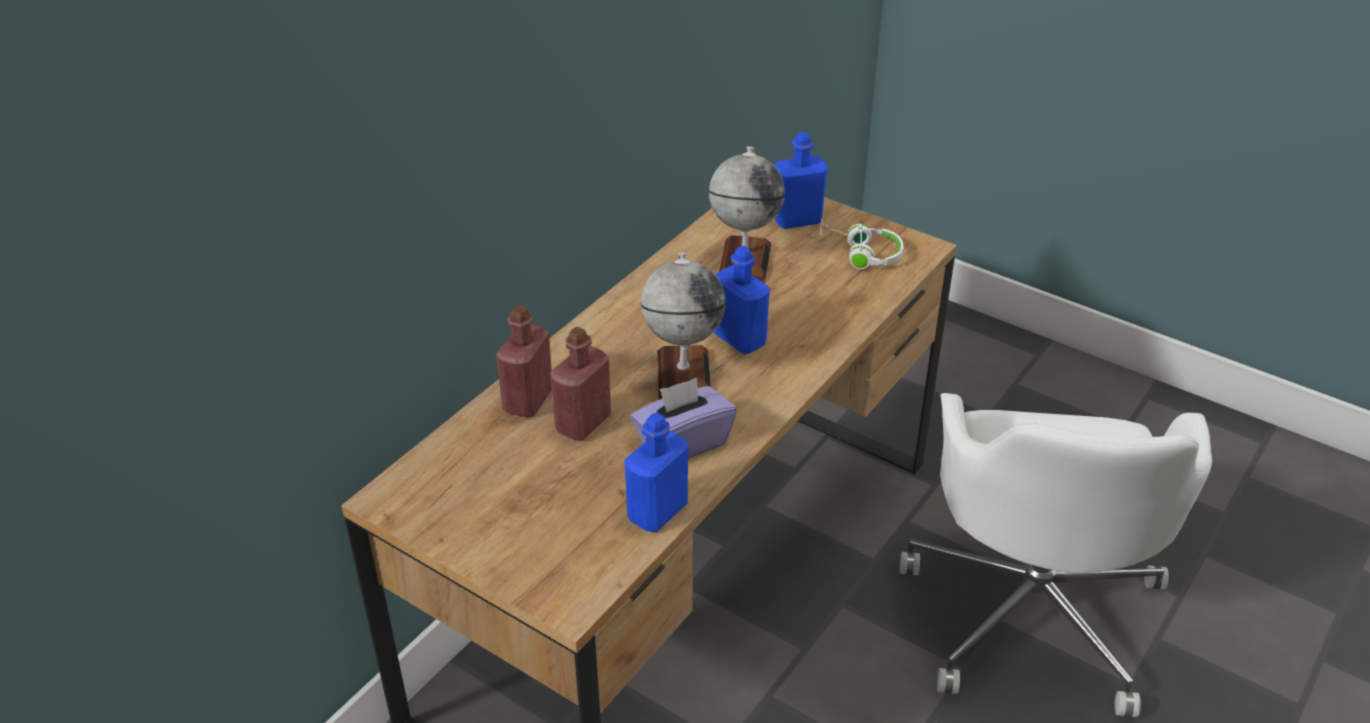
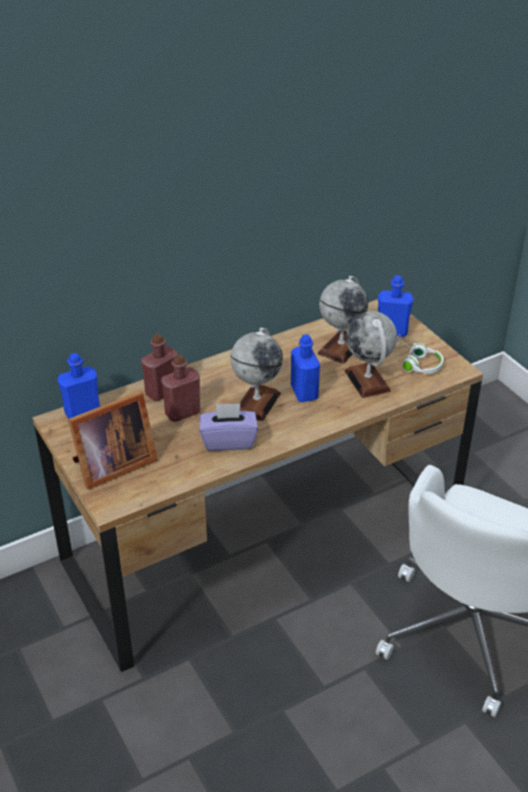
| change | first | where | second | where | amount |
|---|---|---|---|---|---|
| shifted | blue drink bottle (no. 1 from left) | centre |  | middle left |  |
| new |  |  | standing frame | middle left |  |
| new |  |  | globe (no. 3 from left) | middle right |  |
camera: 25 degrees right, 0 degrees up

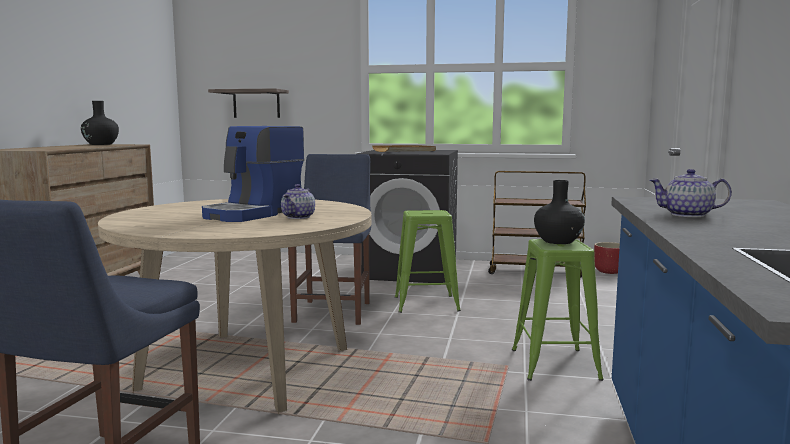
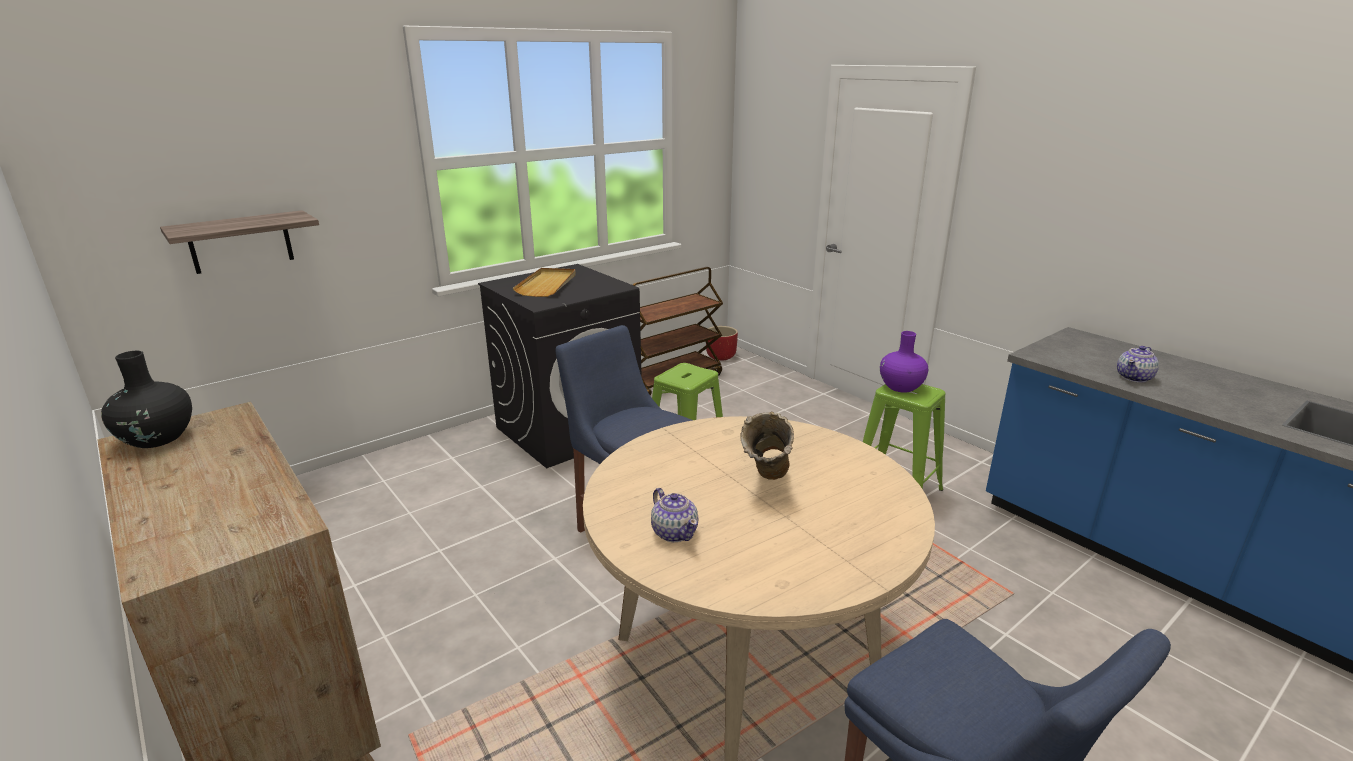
| change | first | where | second | where | amount |
|---|---|---|---|---|---|
| shifted | teapot (no. 1 from left) | centre |  | bottom centre |  |
| swapped | coffee brewer | middle left | beige-coloured flower vase | centre |  |
| repainted | black-coloured flower vase (no. 2 from left) | middle right | purple flower vase | middle right |  |
camera: 50 degrees left, 15 degrees up

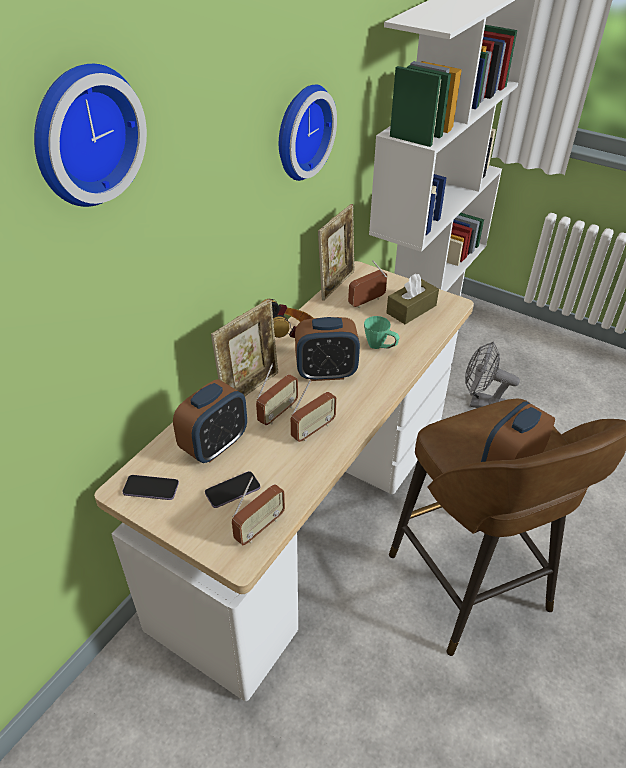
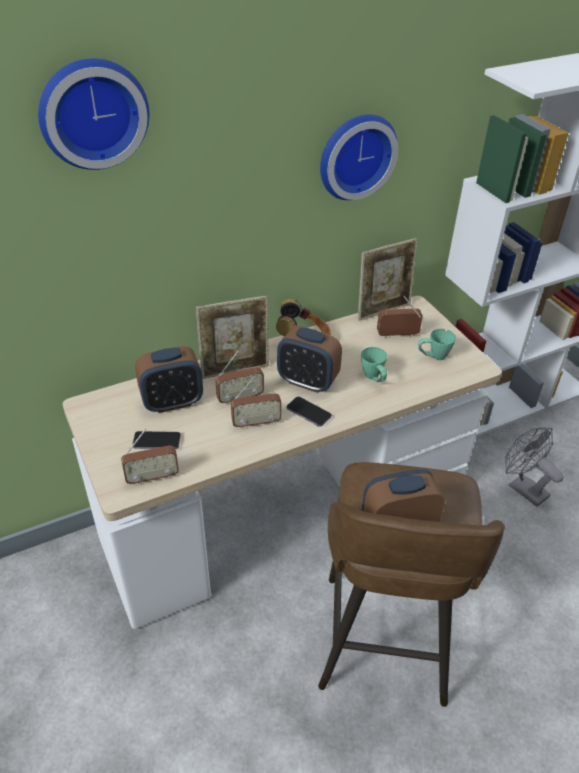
| change | first | where | second | where | amount |
|---|---|---|---|---|---|
| shifted | handset (no. 1 from left in the first image) | middle left | handset (no. 2 from left) | centre |  |
| swapped | brown tissue box | centre | green-coloured mug (no. 2 from left) | middle right |  |
camera: 30 degrees right, 0 degrees up

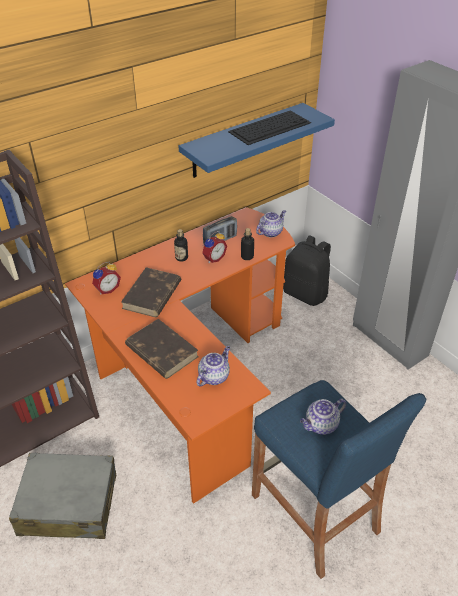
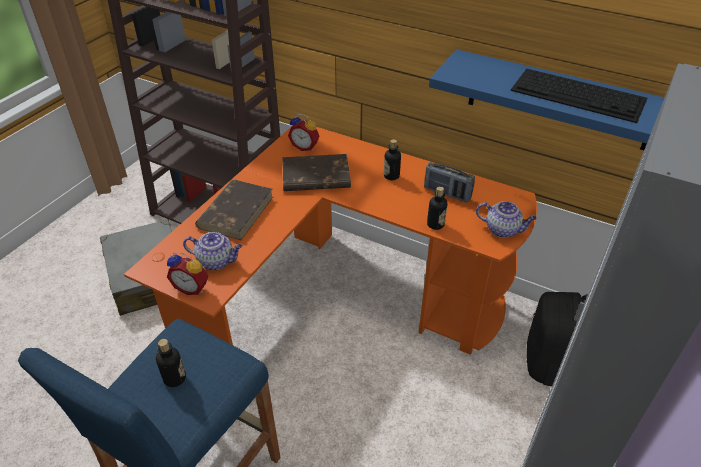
| change | first | where | second | where | amount |
|---|---|---|---|---|---|
| swapped | teapot (no. 3 from left) | bottom right | drink bottle (no. 1 from left) | bottom left |  |
| shifted | alarm clock (no. 2 from left in the first image) | centre | alarm clock (no. 1 from left) | middle left |  |
camera: 65 degrees right, 0 degrees up

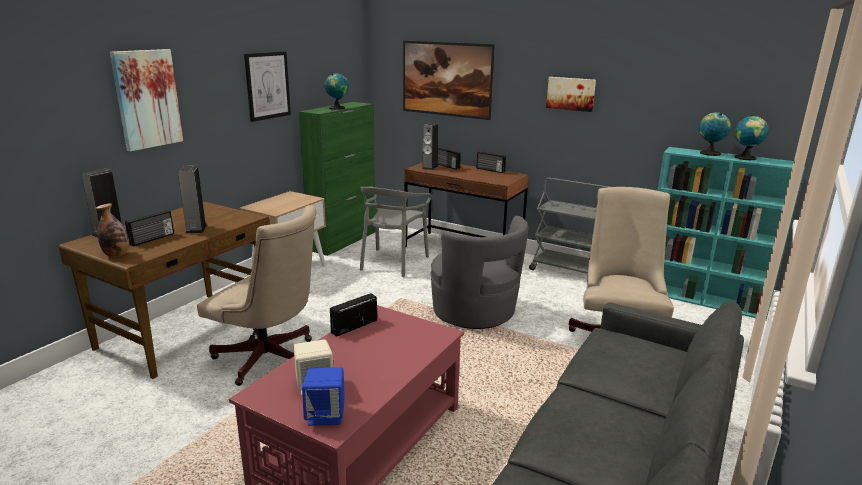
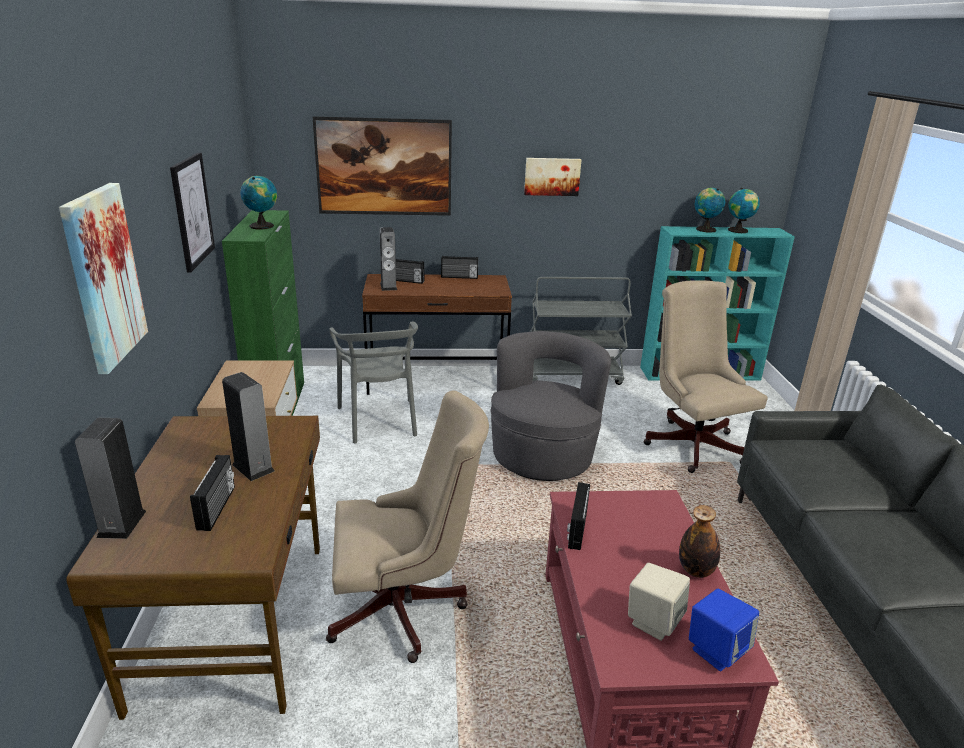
| change | first | where | second | where | amount |
|---|---|---|---|---|---|
| rotated | greyish armchair | centre |  | centre | 90 degrees counterclockwise |
| shifted | drink bottle | middle left |  | bottom right |  |
camera: 35 degrees left, 5 degrees up

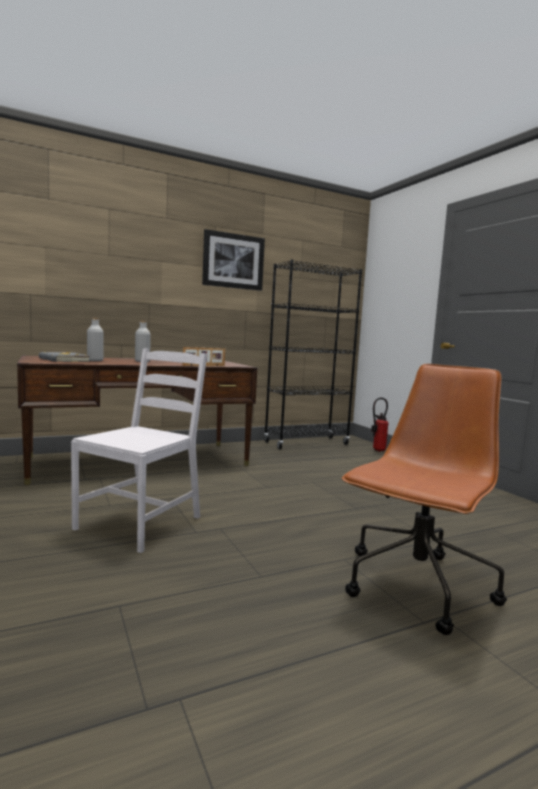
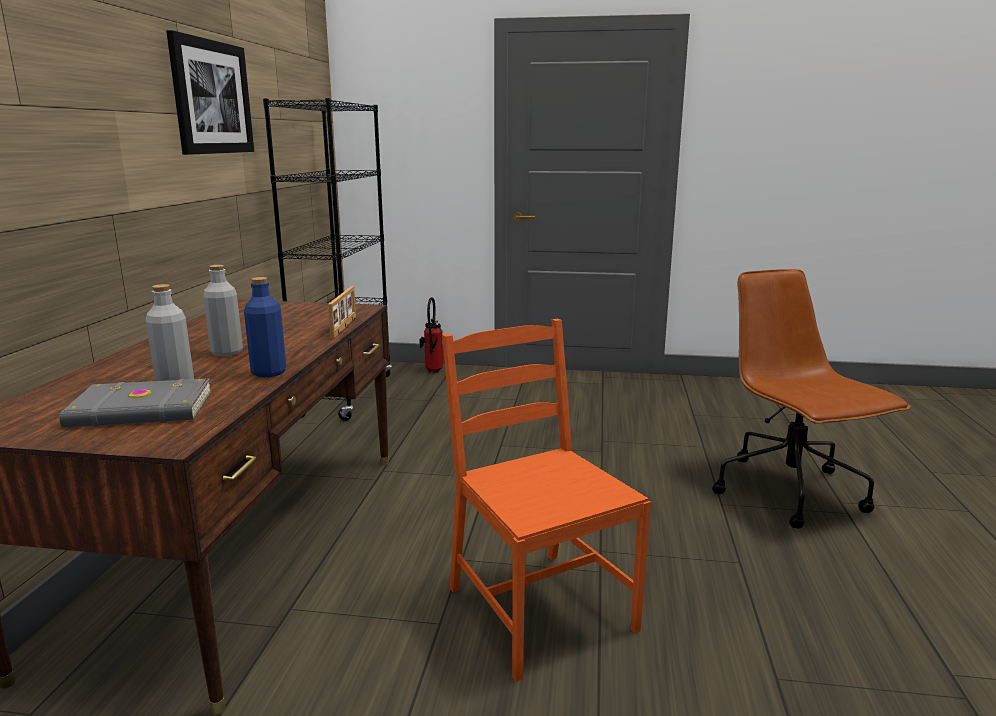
| change | first | where | second | where | amount |
|---|---|---|---|---|---|
| new |  |  | blue drink bottle | middle left |  |
| repainted | whitish plain chair | middle left | orange-coloured plain chair | bottom centre |  |
camera: 55 degrees left, 10 degrees up

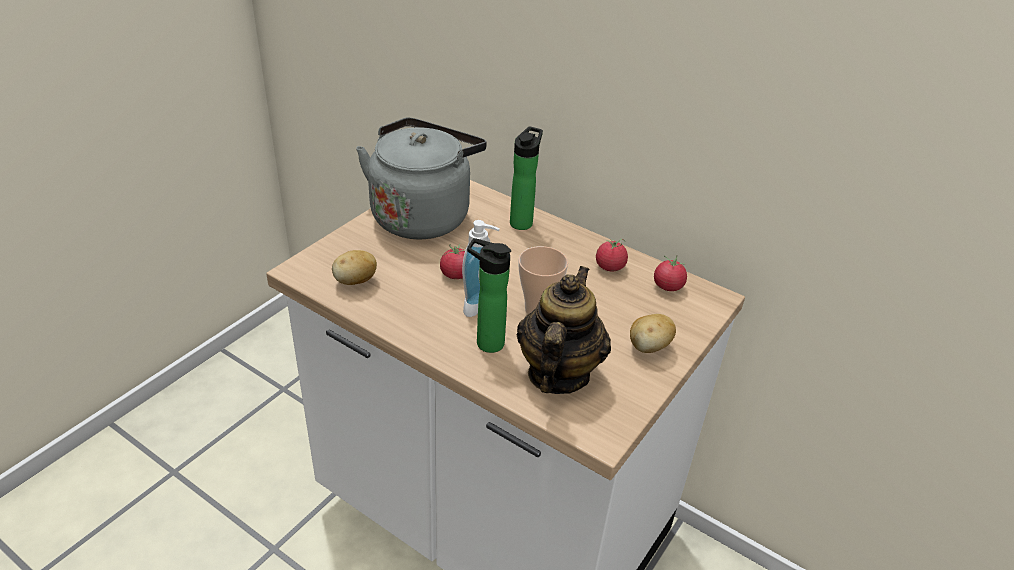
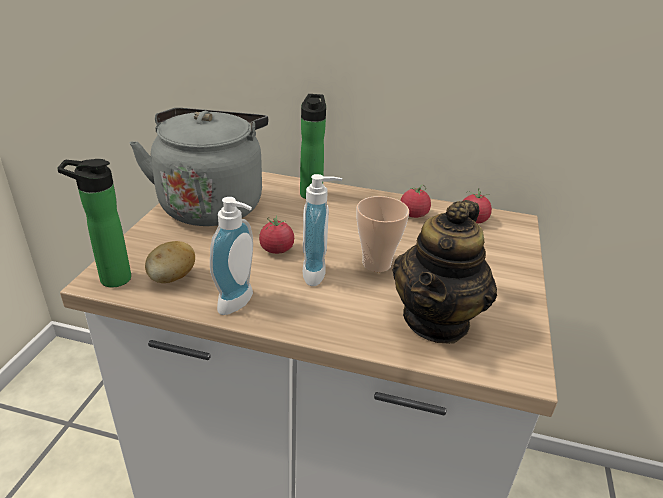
| change | first | where | second | where | amount |
|---|---|---|---|---|---|
| shifted | drink bottle (no. 1 from left) | centre |  | middle left |  |
| new |  |  | soap bottle (no. 1 from left) | centre |  |
| rotated | teapot | centre |  | middle right | 150 degrees counterclockwise |
| gone | whole potato (no. 2 from left) | centre |  |  |  |
camera: 20 degrees left, 5 degrees down

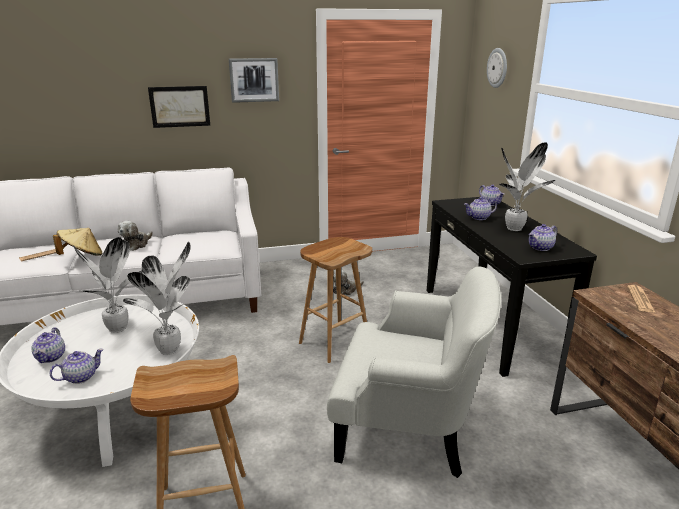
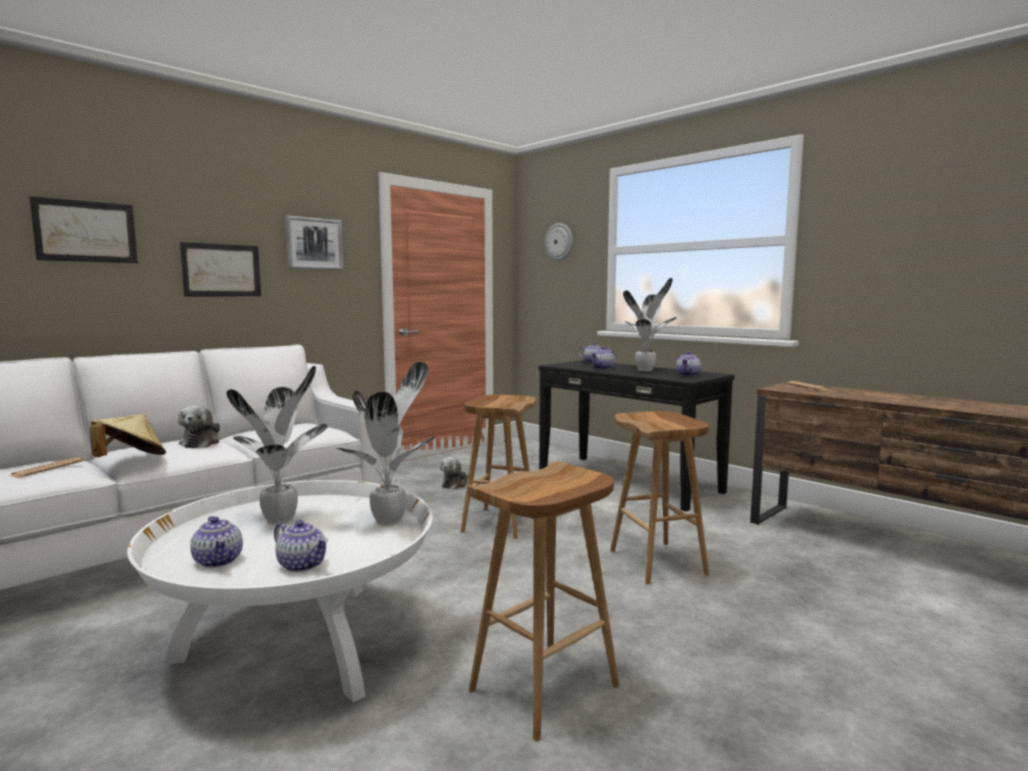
| change | first | where | second | where | amount |
|---|---|---|---|---|---|
| new |  |  | picture (no. 1 from left) | top left |  |
| rotated | teapot (no. 2 from left) | bottom left |  | bottom left | 105 degrees clockwise |
| swapped | whitish armchair | bottom centre | brown stool (no. 3 from left) | centre |  |
camera: 30 degrees left, 15 degrees down

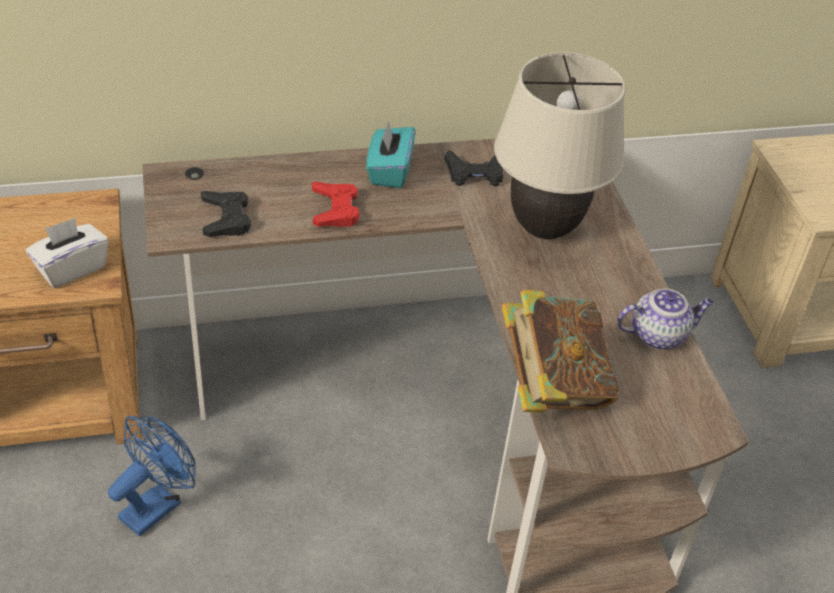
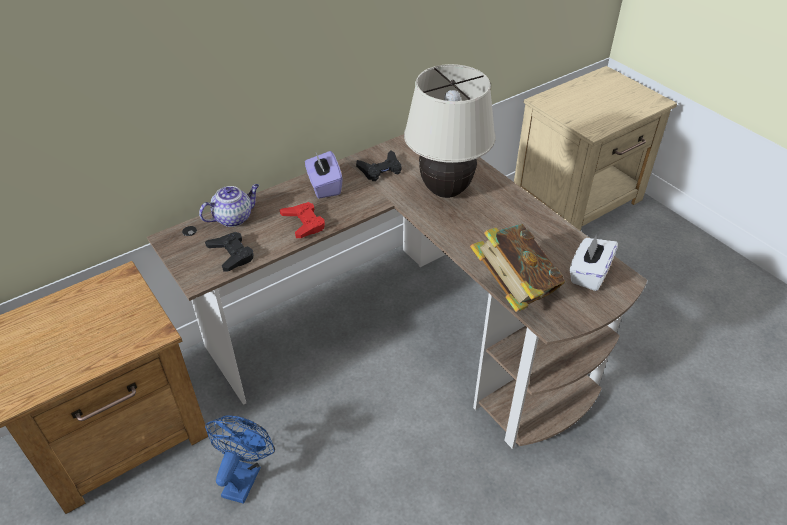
| change | first | where | second | where | amount |
|---|---|---|---|---|---|
| shifted | teapot | middle right |  | middle left |  |
| repainted | blue-green tissue box | top centre | purple tissue box | centre |  |
| shifted | whitish tissue box | middle left |  | middle right |  |
camera: 20 degrees left, 0 degrees up

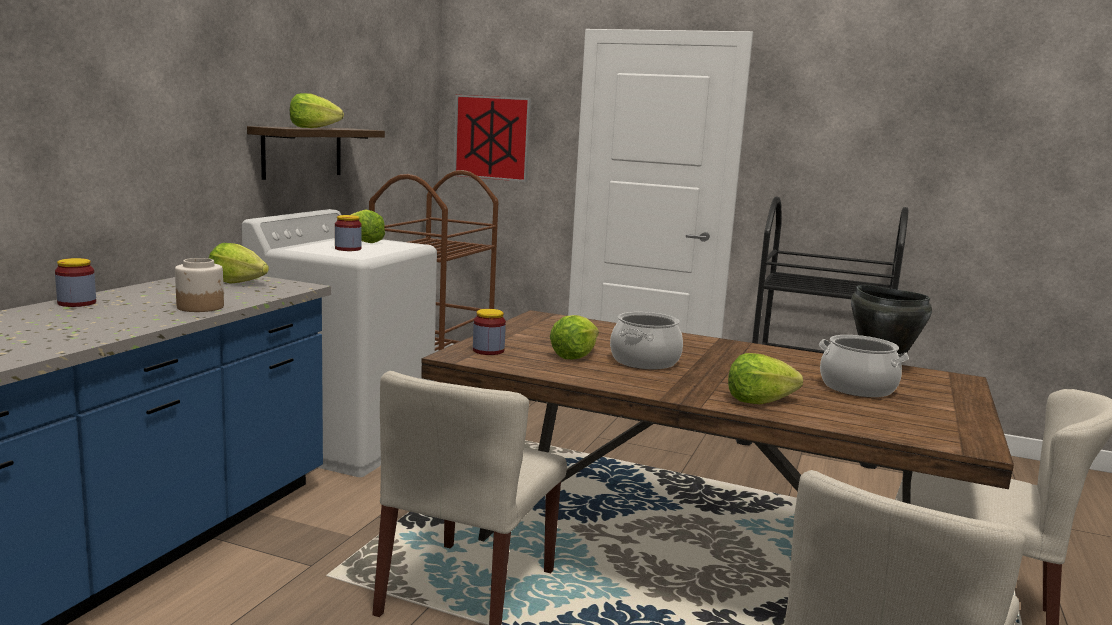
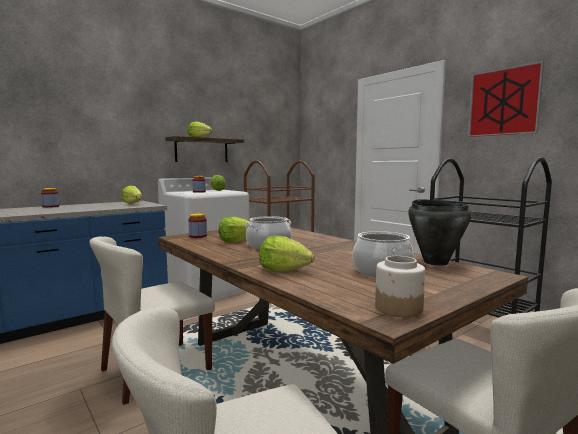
| change | first | where | second | where | amount |
|---|---|---|---|---|---|
| shifted | jar (no. 2 from left in the first image) | middle left | jar (no. 4 from left) | middle right |  |
| shifted | picture | top centre |  | top right |  |
camera: 30 degrees right, 5 degrees down

